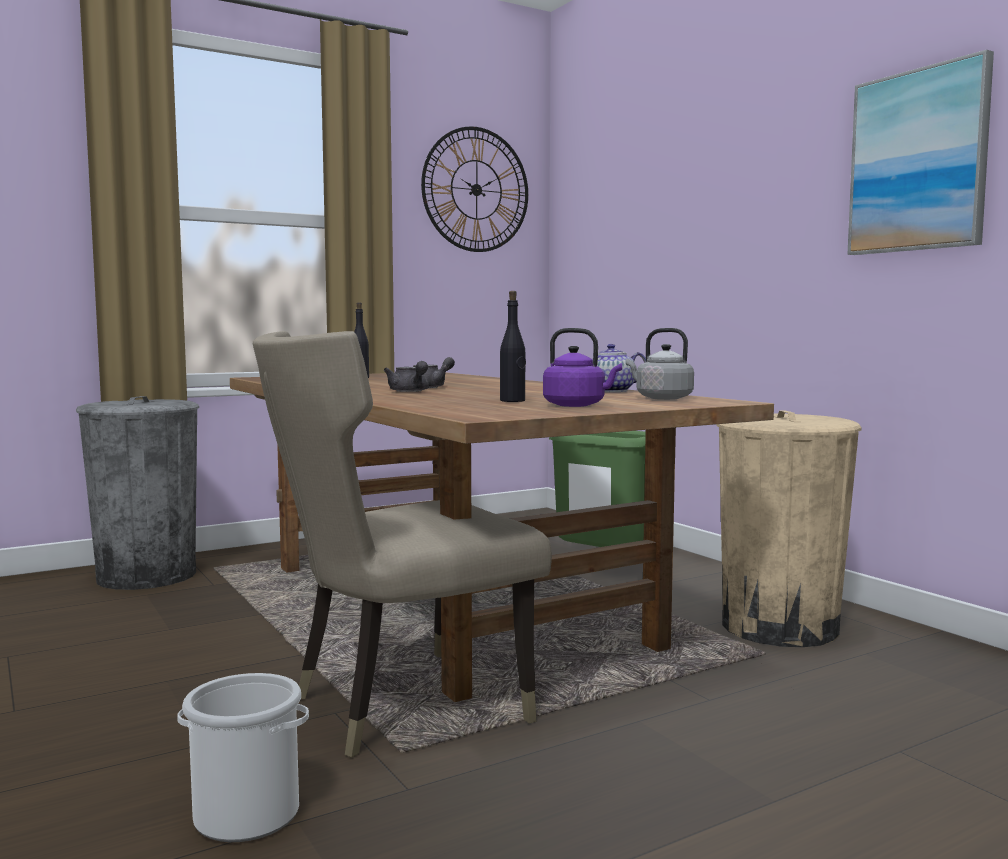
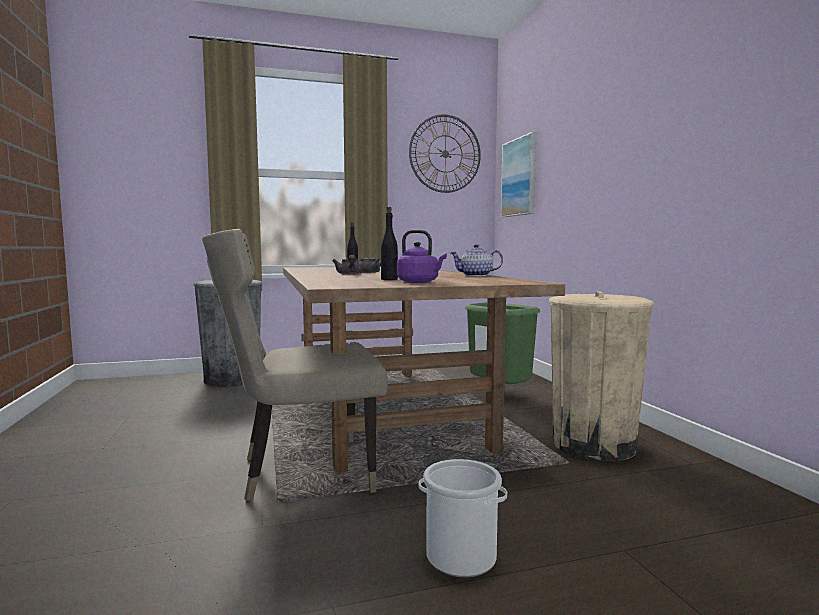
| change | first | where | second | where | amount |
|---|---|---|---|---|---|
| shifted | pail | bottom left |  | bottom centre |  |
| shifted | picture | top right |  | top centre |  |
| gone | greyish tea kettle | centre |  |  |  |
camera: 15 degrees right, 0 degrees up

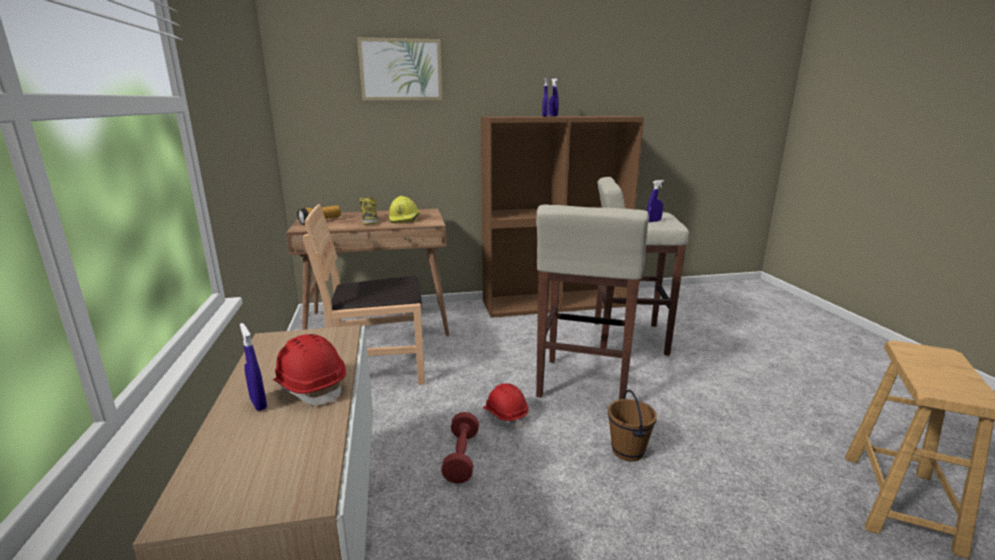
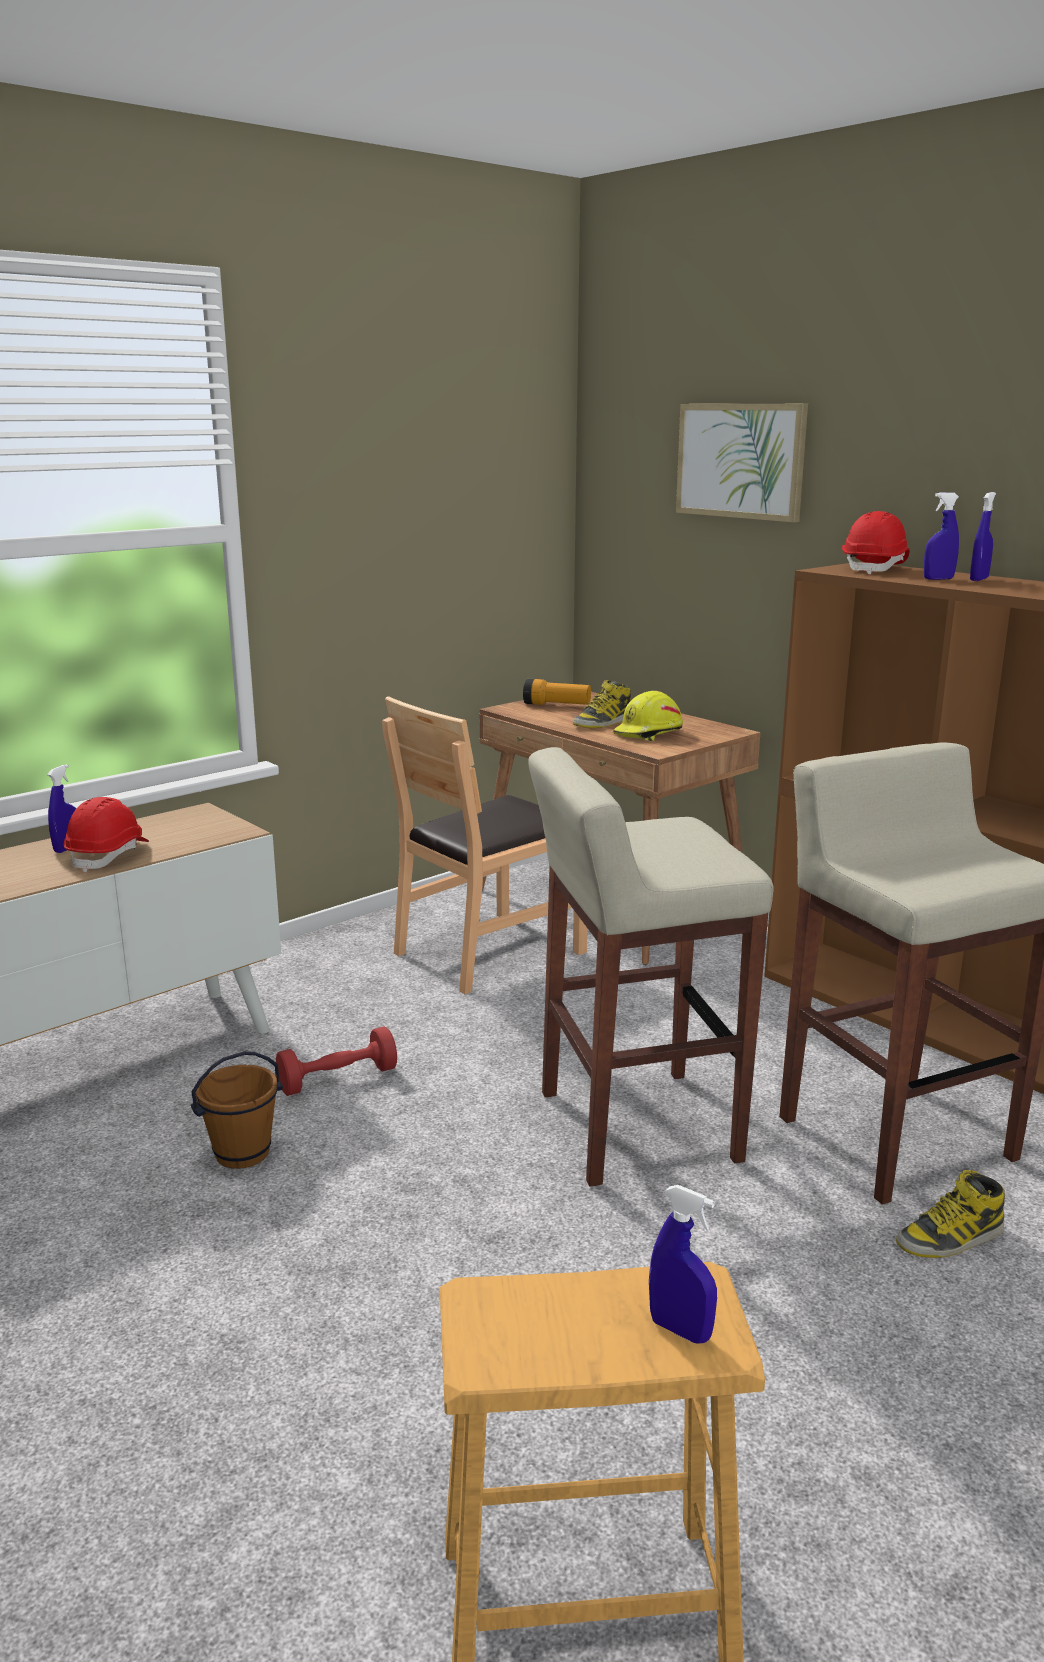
| change | first | where | second | where | amount |
|---|---|---|---|---|---|
| shifted | brown pail | bottom centre |  | bottom left |  |
| rotated | brown plain chair | centre |  | centre | 90 degrees counterclockwise |
| shifted | blue spray bottle (no. 4 from left in the first image) | centre | blue spray bottle (no. 2 from left) | bottom centre |  |
| shifted | reddish work helmet (no. 2 from left) | bottom centre |  | top right |  |
| new |  |  | high-top boot (no. 2 from left) | bottom right |  |
camera: 60 degrees right, 0 degrees up

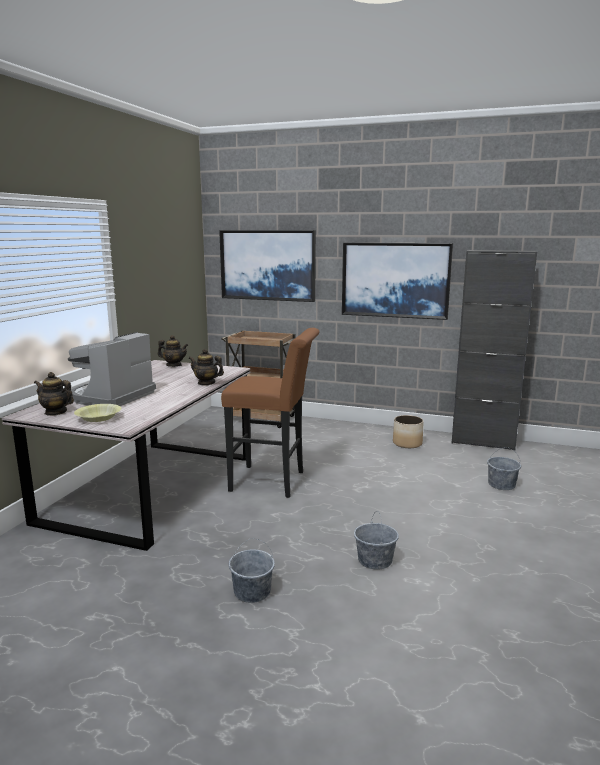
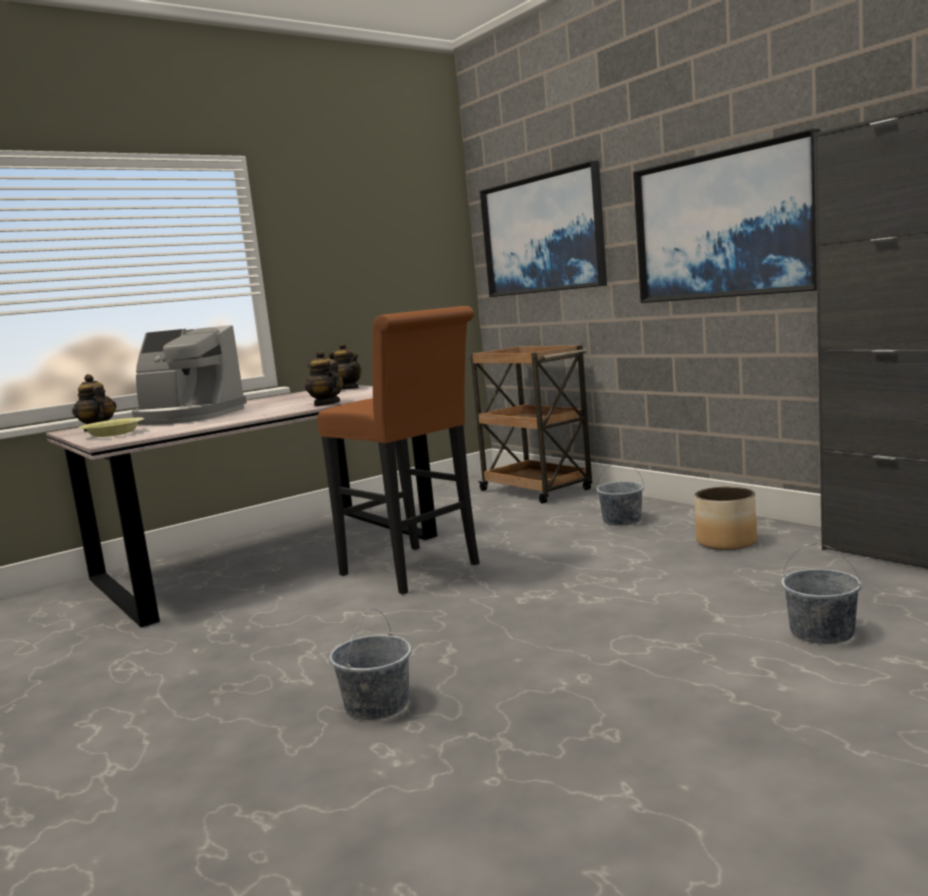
| change | first | where | second | where | amount |
|---|---|---|---|---|---|
| rotated | coffee brewer | middle left |  | middle left | 135 degrees counterclockwise |
| shifted | greyish pail (no. 1 from left in the first image) | bottom centre | greyish pail (no. 2 from left) | middle right |  |
camera: 35 degrees right, 5 degrees down

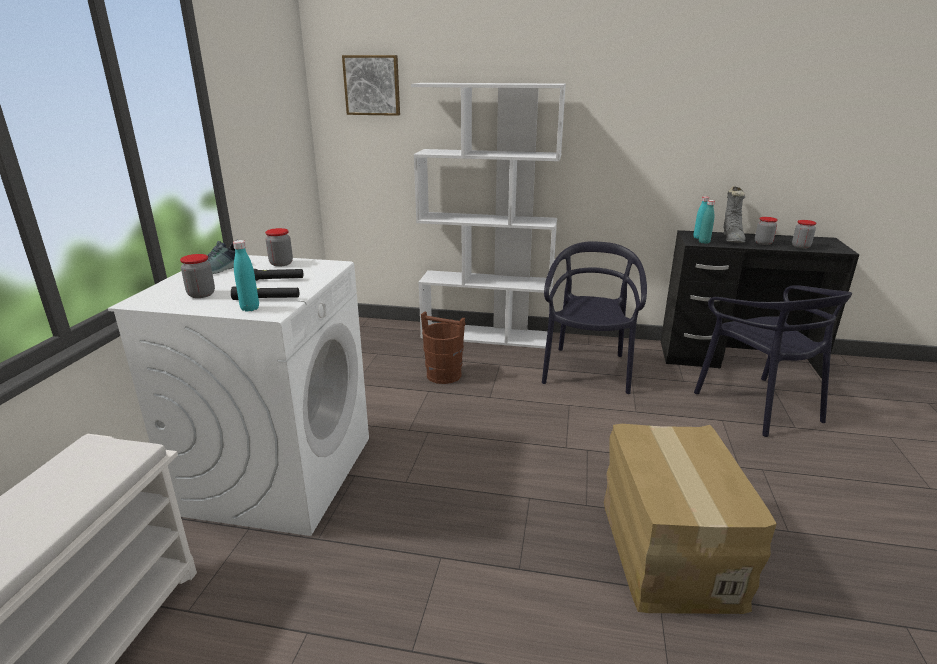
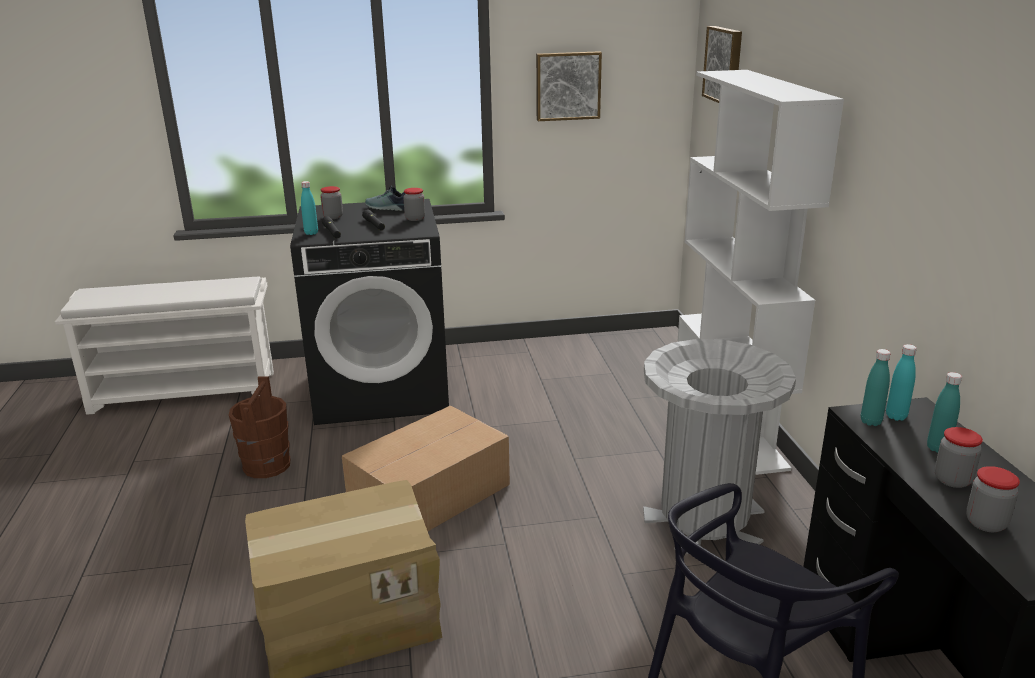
| change | first | where | second | where | amount |
|---|---|---|---|---|---|
| shifted | brown pail | centre |  | middle left |  |
| repainted | whitish laundry machine | middle left | black-coloured laundry machine | centre |  |
| new |  |  | carton (no. 2 from left) | bottom centre |  |
| new |  |  | picture (no. 1 from left) | top centre |  |
| swapped | black-coloured plain chair (no. 1 from left) | centre | greyish rubbish bin | middle right |  |
| swapped | greyish high-top boot | top right | blue-green drink bottle (no. 4 from left) | middle right |  |
camera: 70 degrees right, 0 degrees up

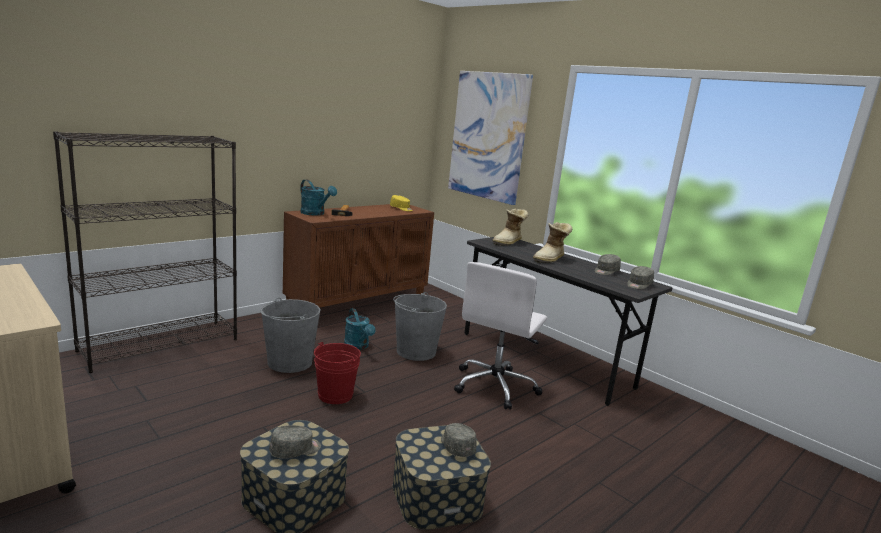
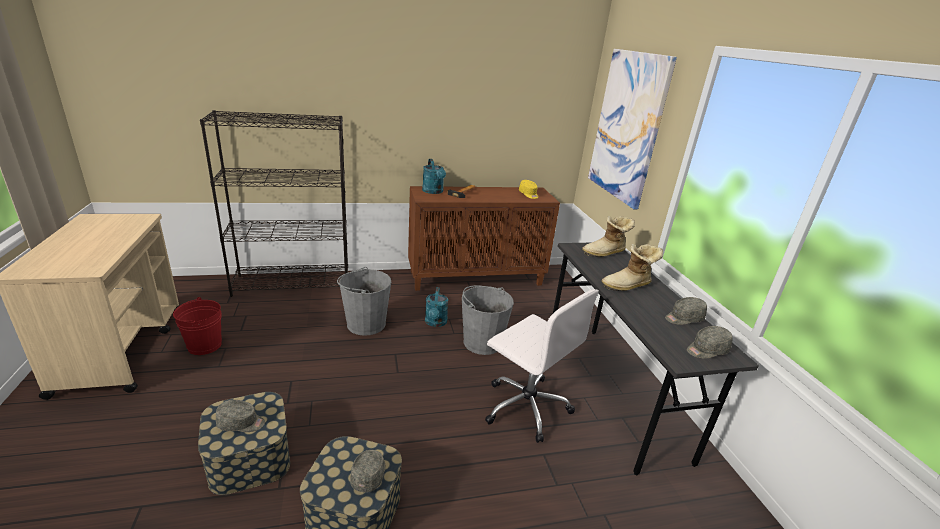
| change | first | where | second | where | amount |
|---|---|---|---|---|---|
| shifted | reddish pail | bottom centre |  | middle left |  |
| rotated | whitish desk chair | centre |  | bottom centre | 105 degrees counterclockwise |
camera: 30 degrees right, 10 degrees up

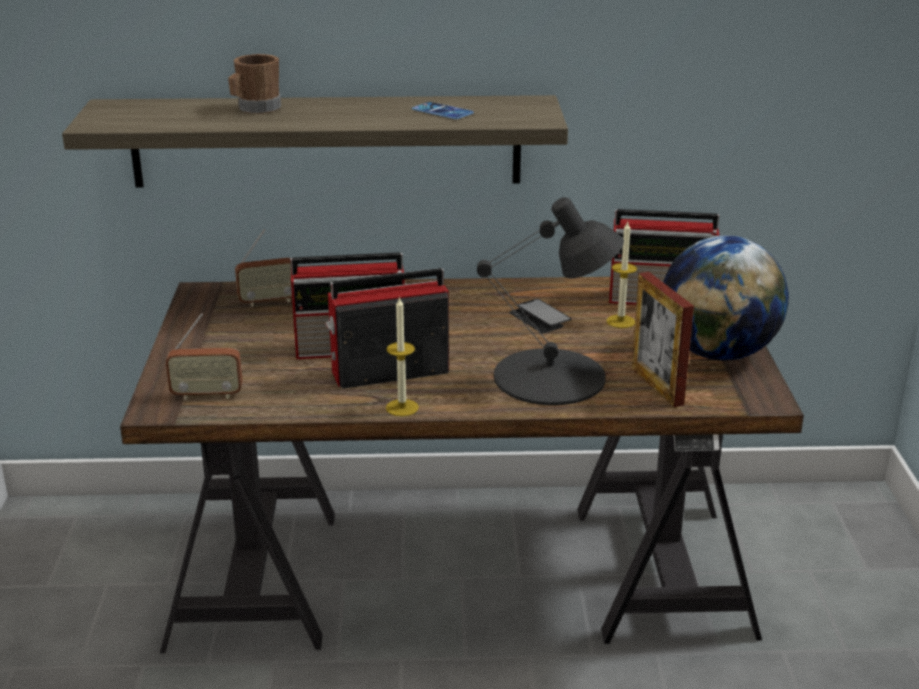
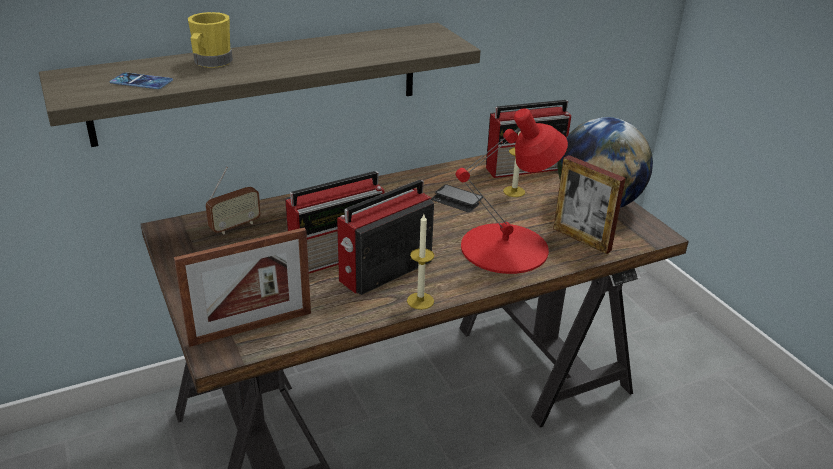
| change | first | where | second | where | amount |
|---|---|---|---|---|---|
| shifted | handset (no. 1 from left) | top centre |  | top left |  |
| swapped | radio (no. 1 from left) | middle left | standing frame (no. 1 from left) | middle left |  |
| repainted | brown mug | top left | yellowish mug | top left |  |
| repainted | black-coloured table lamp | centre | reddish table lamp | centre |  |
camera: 25 degrees left, 5 degrees up

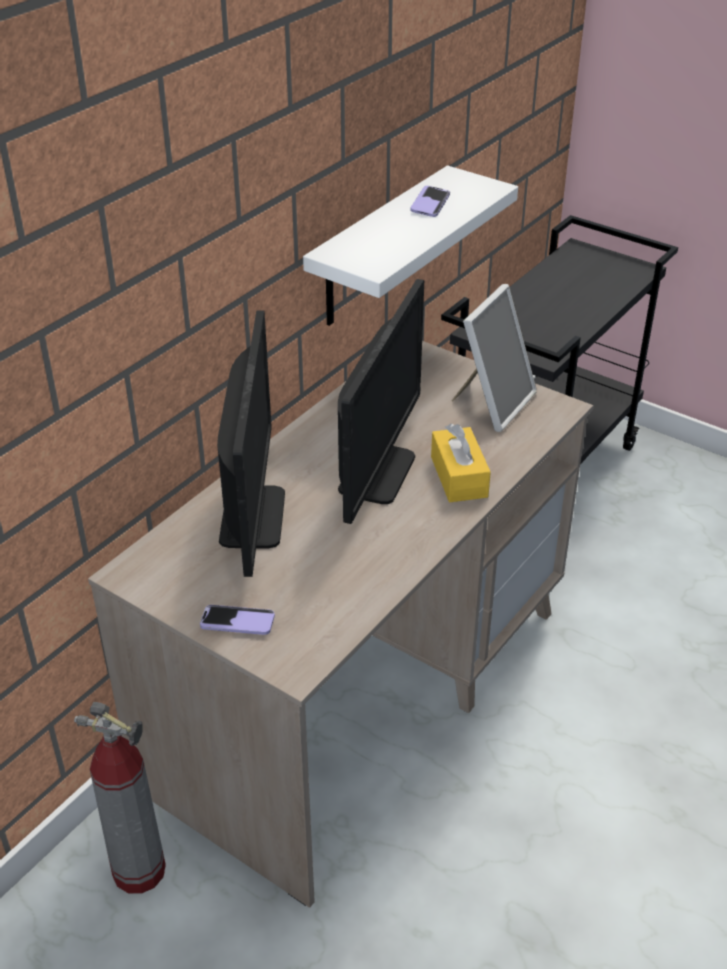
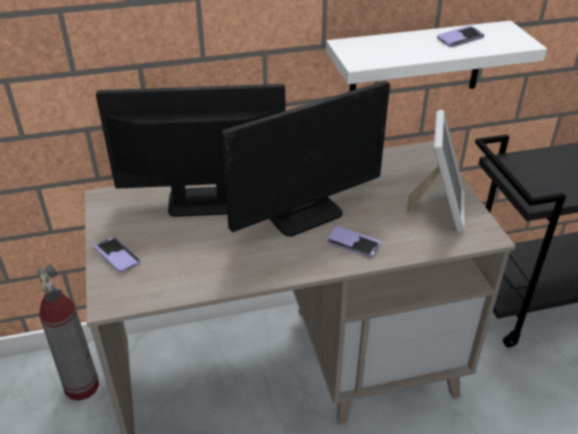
| change | first | where | second | where | amount |
|---|---|---|---|---|---|
| rotated | monitor (no. 1 from left) | centre |  | middle left | 135 degrees counterclockwise |
| swapped | yellowish tissue box | centre | handset (no. 2 from left) | centre |  |
| rotated | standing frame | middle right |  | middle right | 60 degrees counterclockwise |
camera: 40 degrees right, 0 degrees up

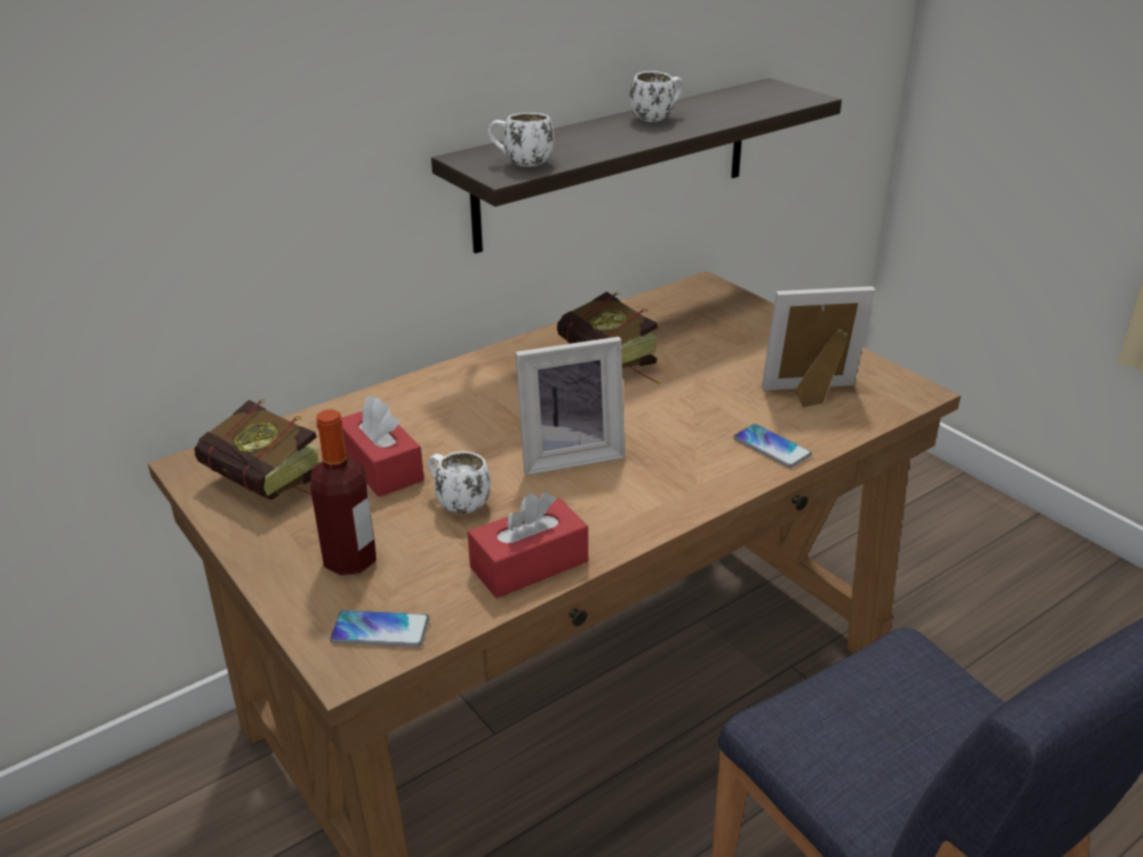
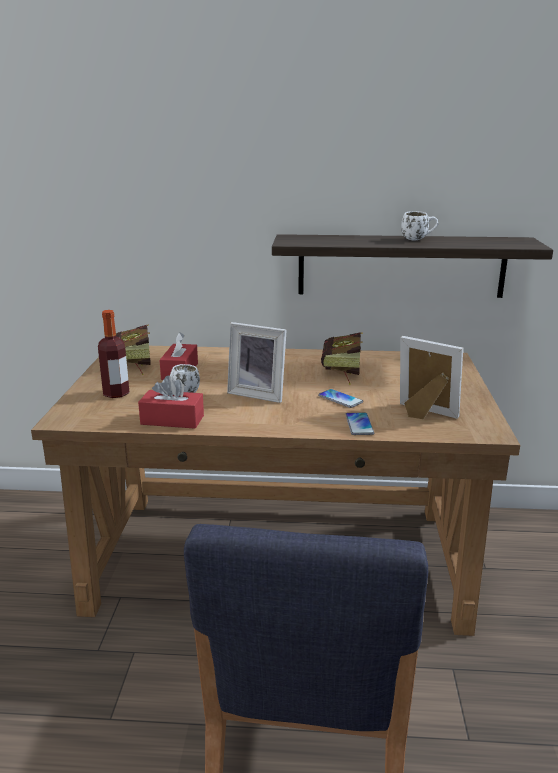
| change | first | where | second | where | amount |
|---|---|---|---|---|---|
| shifted | handset (no. 1 from left) | bottom left |  | centre |  |
| gone | whitish mug (no. 2 from left) | top centre |  |  |  |
camera: 40 degrees right, 10 degrees down

